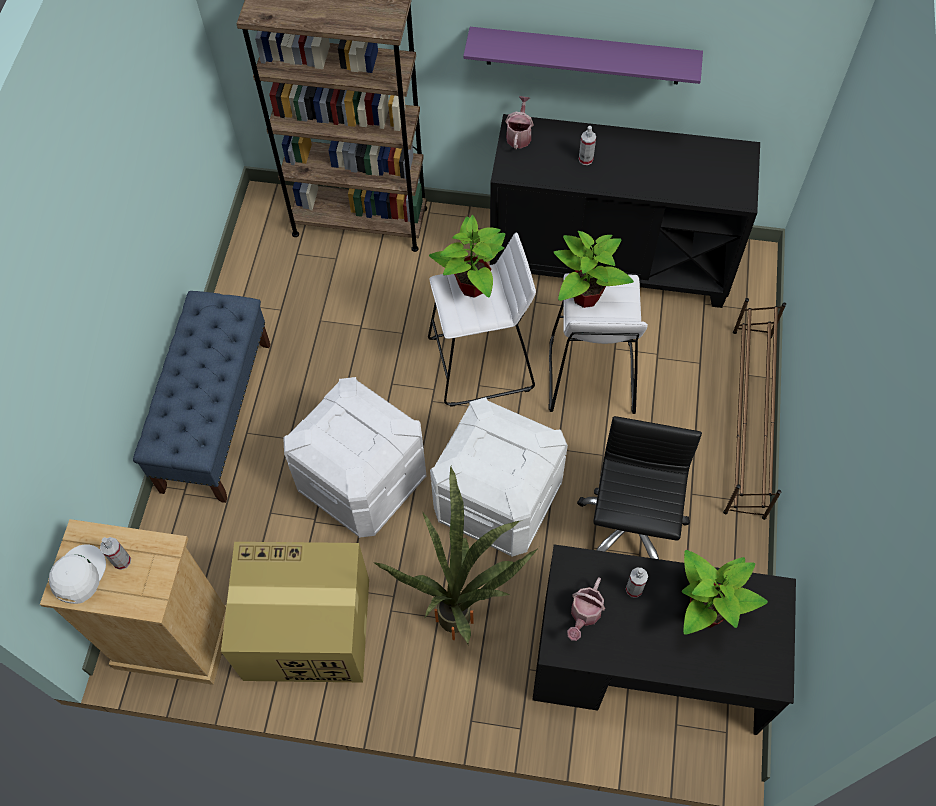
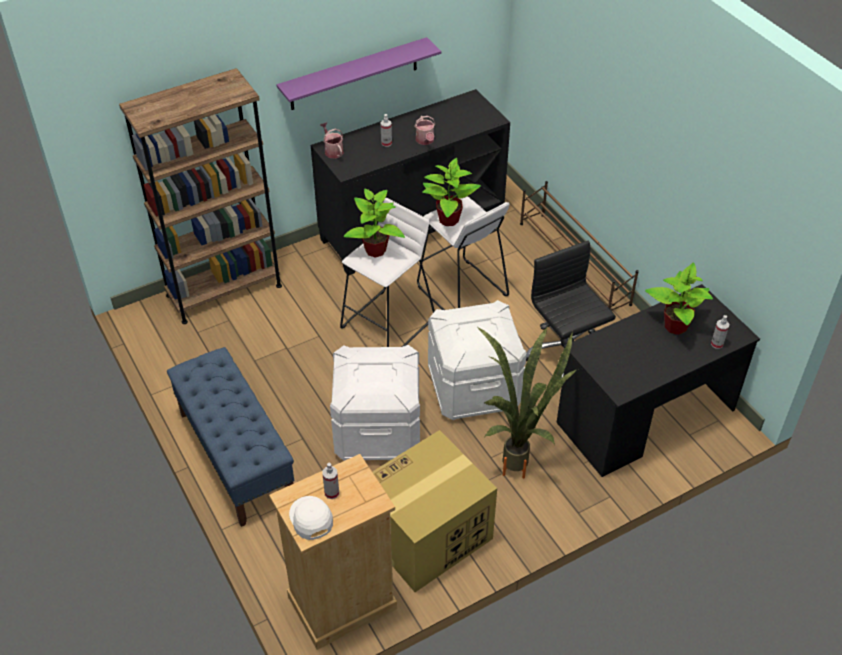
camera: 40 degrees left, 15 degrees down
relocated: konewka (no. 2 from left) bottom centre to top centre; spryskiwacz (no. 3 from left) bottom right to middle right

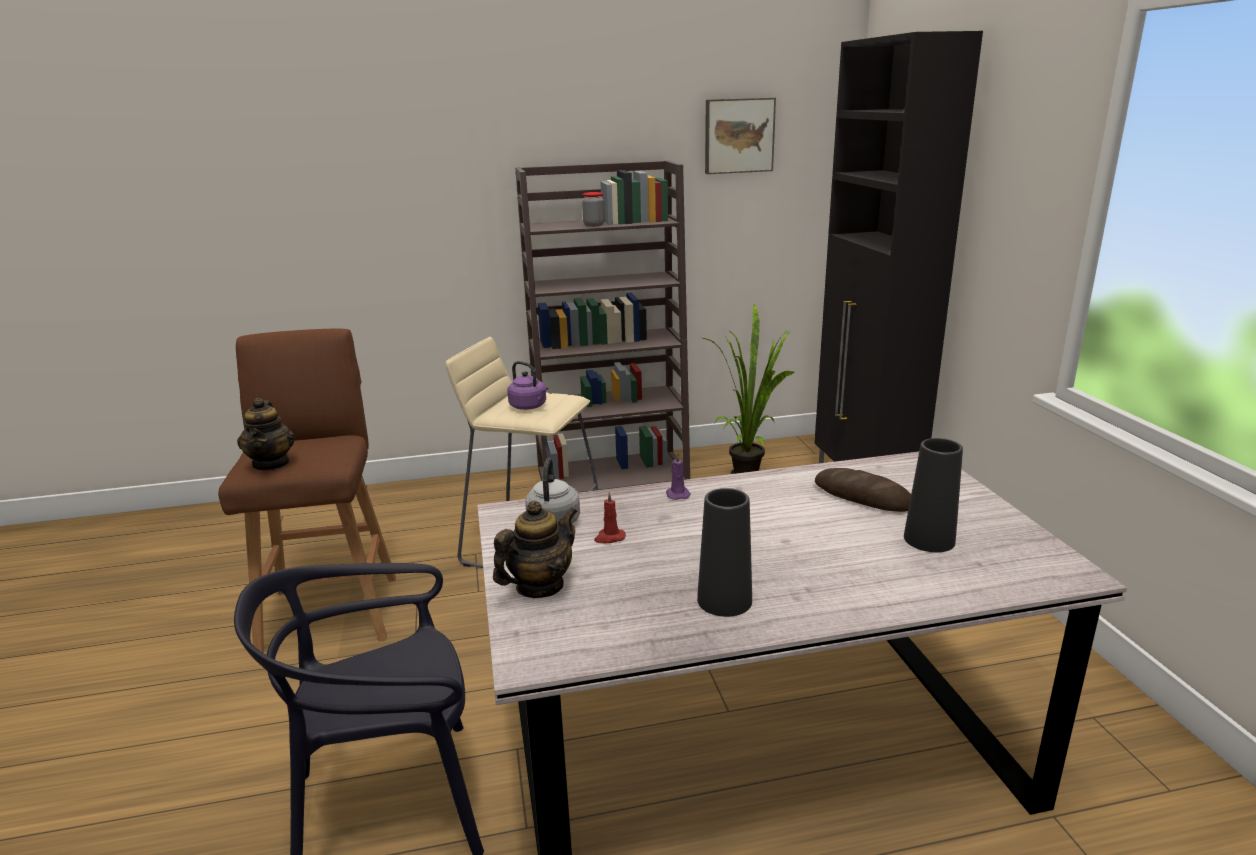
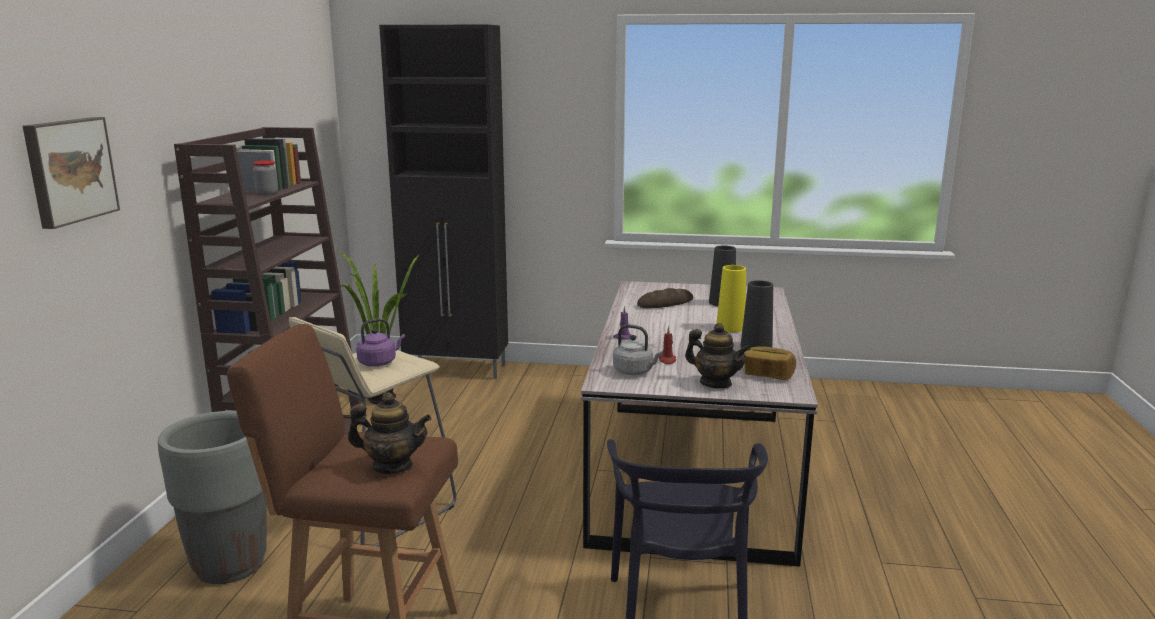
camera: 70 degrees left, 5 degrees down
appeared: donica (szary) bottom left; wazon (żółty) centre; chleb (no. 2 from left) middle right
relocated: obraz top centre to top left
spun: imbryk (no. 2 from left) centre = centre 150 degrees clockwise

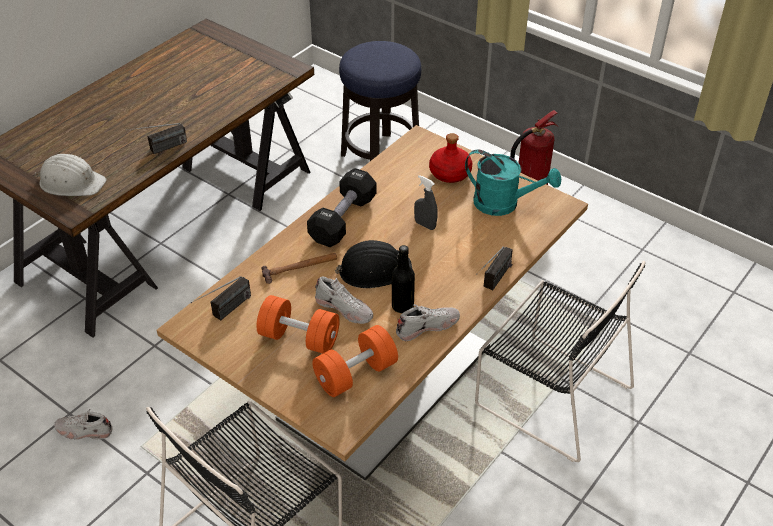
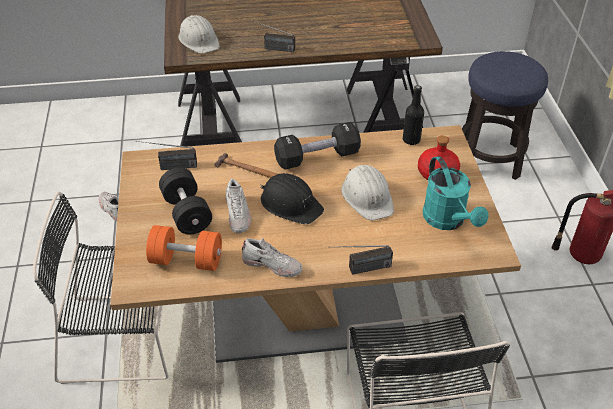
camera: 45 degrees right, 0 degrees up
relocated: butelka (czarny) centre to top right
exchanged: spryskiwacz (szary) centre to kask (biały) (no. 2 from left) centre
colour: hantel (pomarańczowy) (no. 1 from left) centre to hantel (czarny) (no. 1 from left) middle left

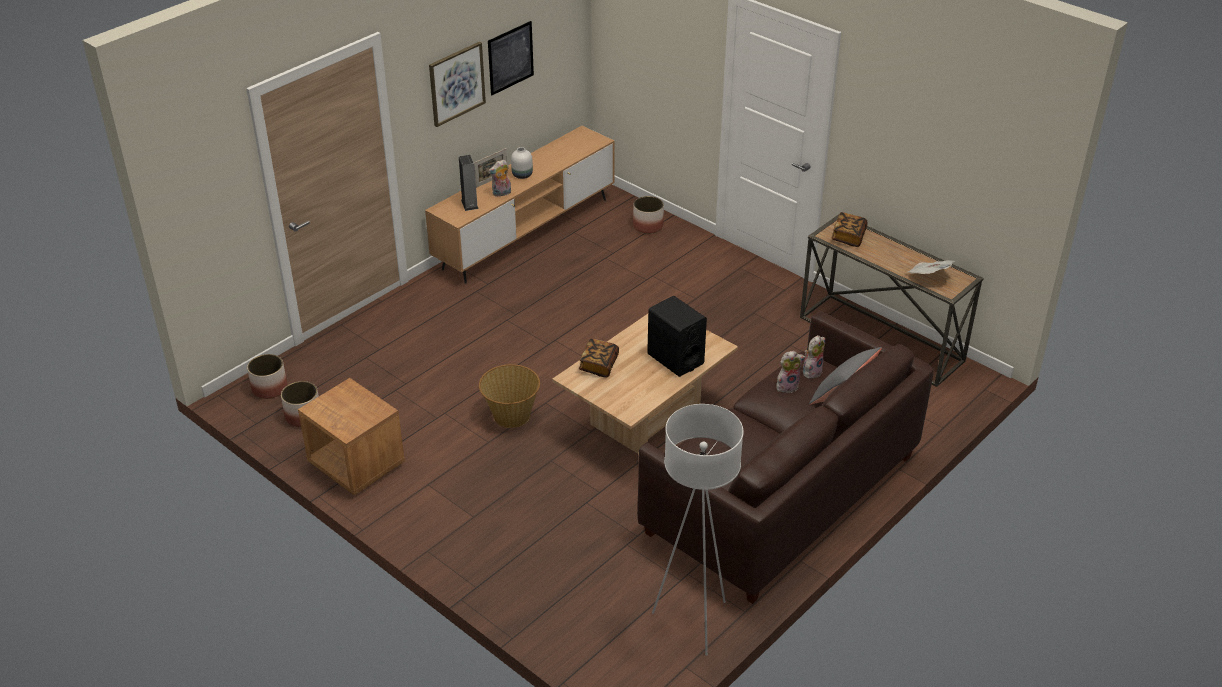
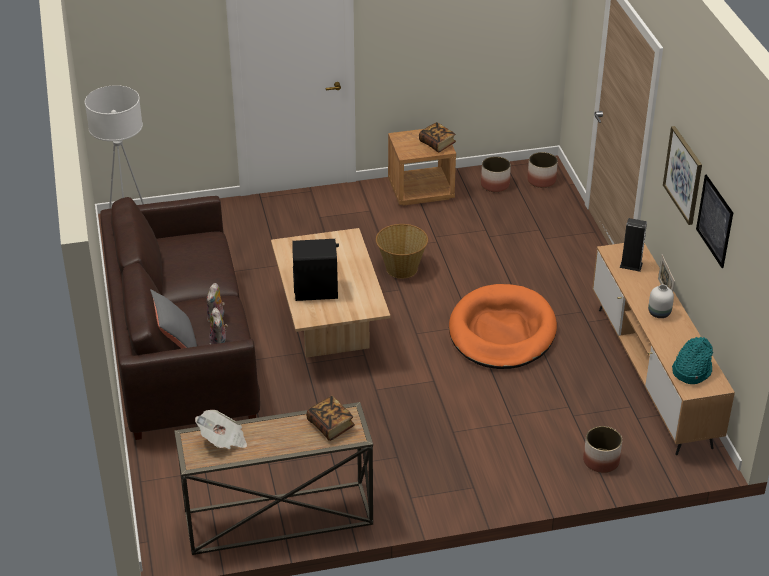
camera: 125 degrees right, 0 degrees up
missing: pluszak (no. 1 from left) top centre
appeared: legowisko (pomarańczowy) centre; kapelusz (turkusowy) middle right
relocated: książka (no. 1 from left in the first image) centre to książka (no. 2 from left) top centre

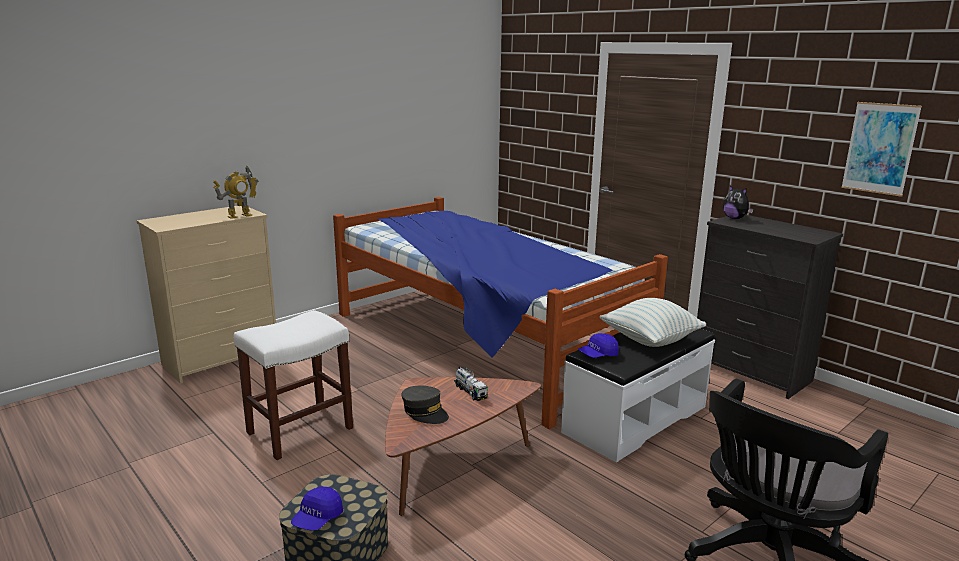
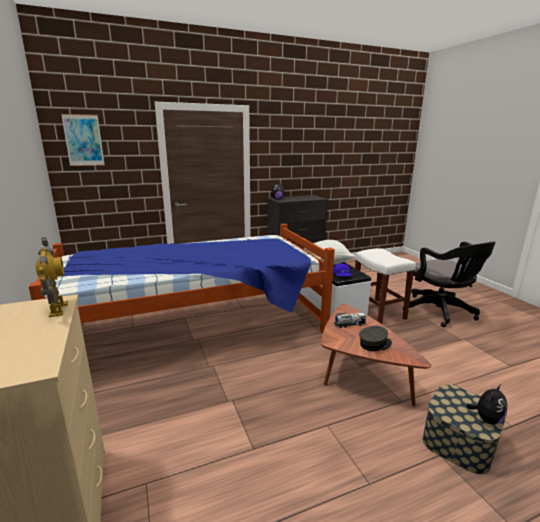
camera: 70 degrees left, 0 degrees up
relocated: stołek (biały) bottom left to middle right; obraz top right to top left
exchanged: czapka z daszkiem (niebieski) (no. 1 from left) bottom left to pluszak (no. 2 from left) bottom right

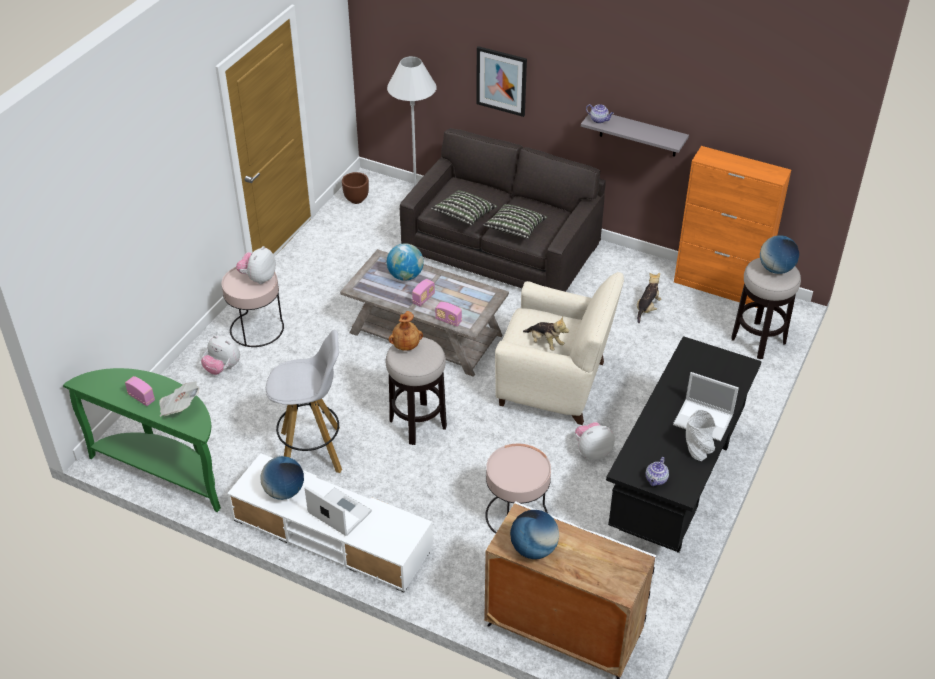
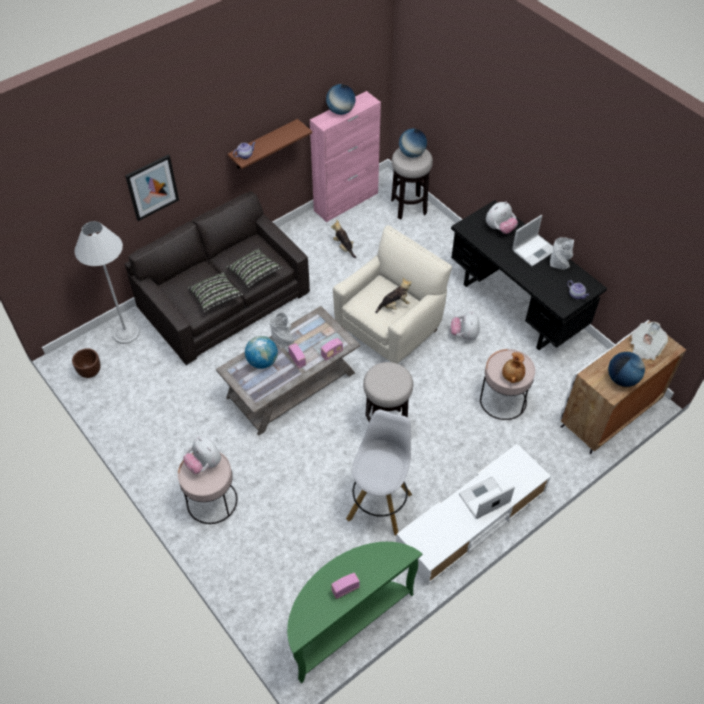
camera: 65 degrees left, 10 degrees up
appeared: wazon (szary) (no. 1 from left) centre
relocated: gazeta middle left to middle right; pluszak (no. 1 from left in the first image) middle left to pluszak (no. 5 from left) top right; globus (no. 1 from left in the first image) bottom left to globus (no. 2 from left) top centre; wazon (brązowy) centre to middle right
colour: półka (szary) top right to półka (brązowy) top centre; szafka (pomarańczowy) middle right to szafka (różowy) top centre

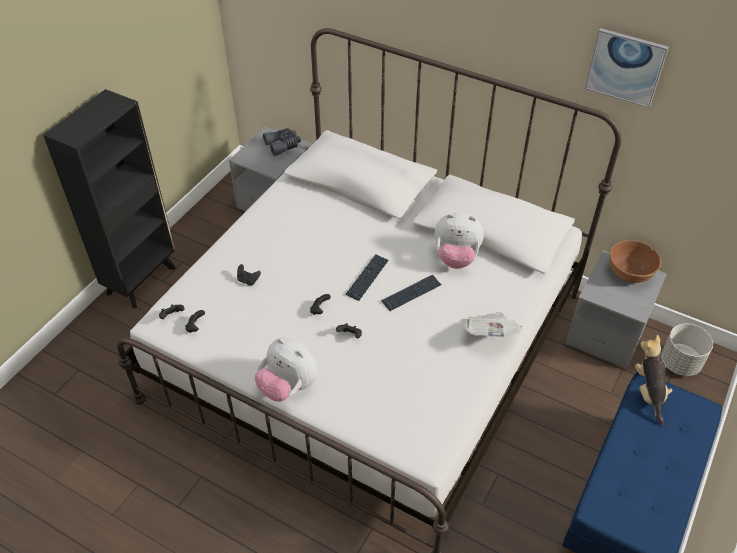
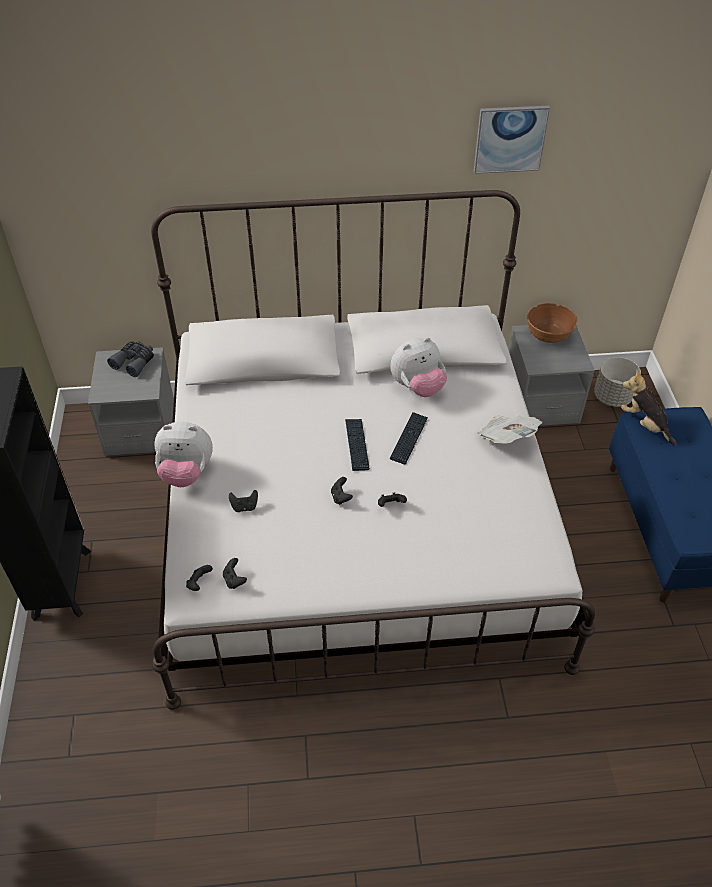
camera: 35 degrees left, 0 degrees up
relocated: pluszak (no. 1 from left) bottom centre to middle left

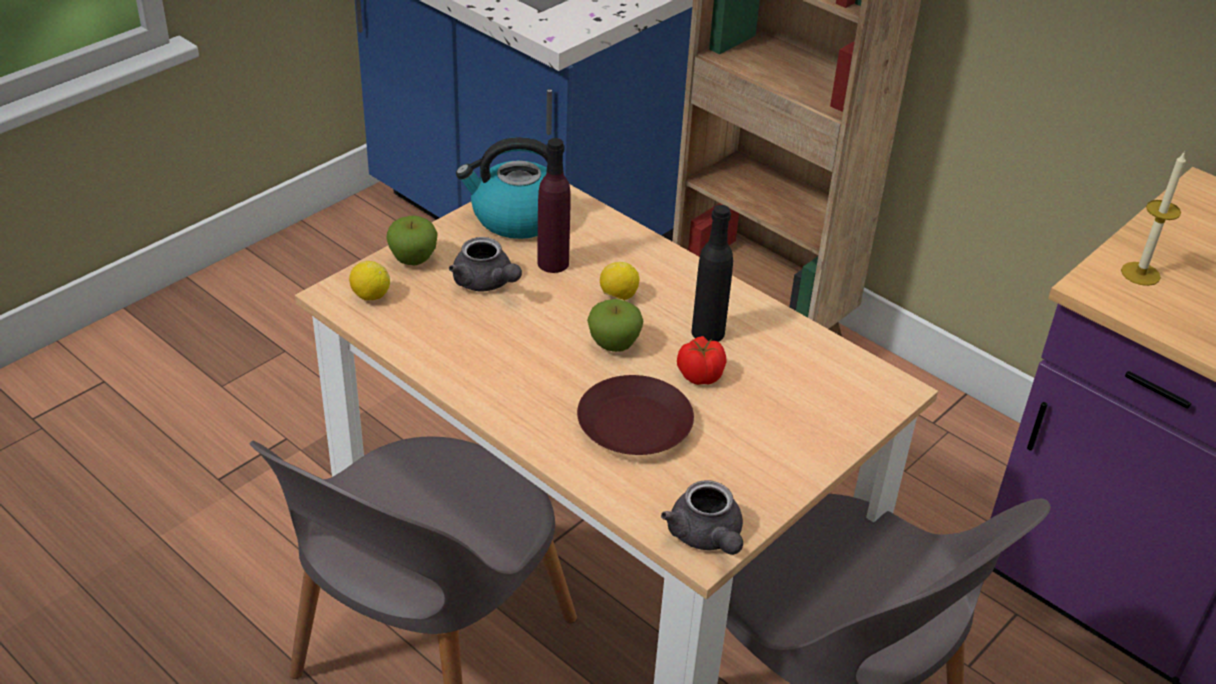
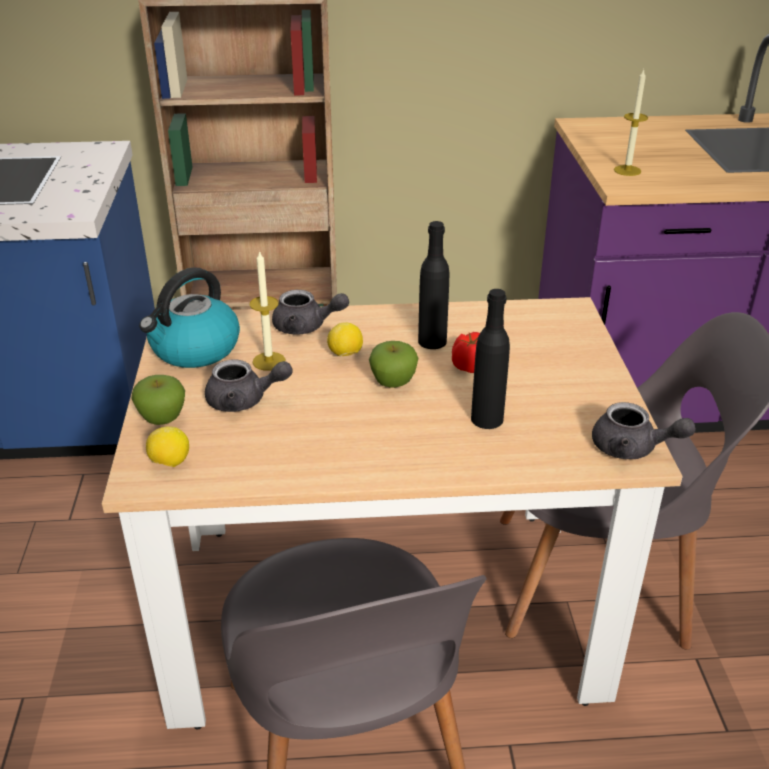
camera: 45 degrees left, 5 degrees down
appeared: imbryk (szary) (no. 2 from left) centre
exchanged: butelka (fioletowy) top centre to świeca (no. 1 from left) centre; talerz (brązowy) centre to butelka (czarny) (no. 2 from left) centre

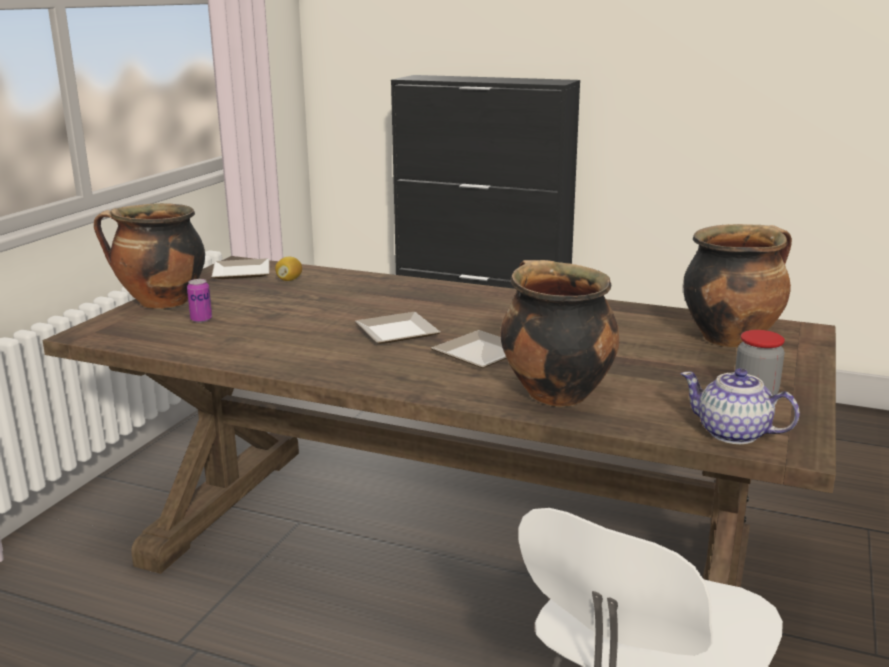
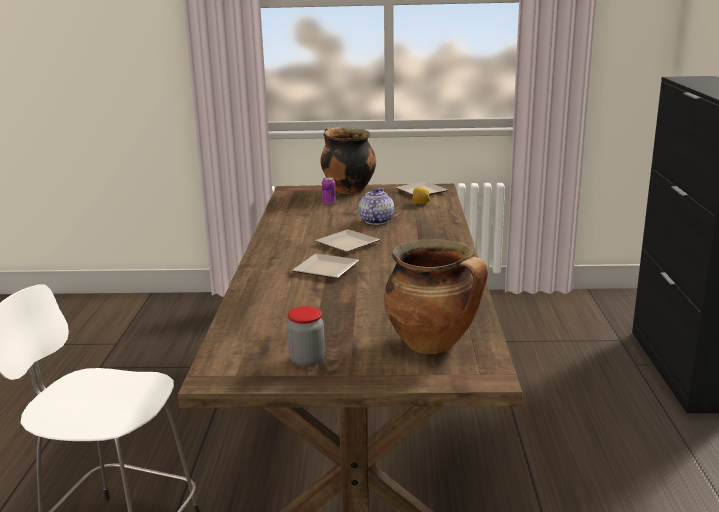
camera: 70 degrees right, 0 degrees up
missing: garnek (no. 2 from left) centre
relocated: imbryk middle right to centre

